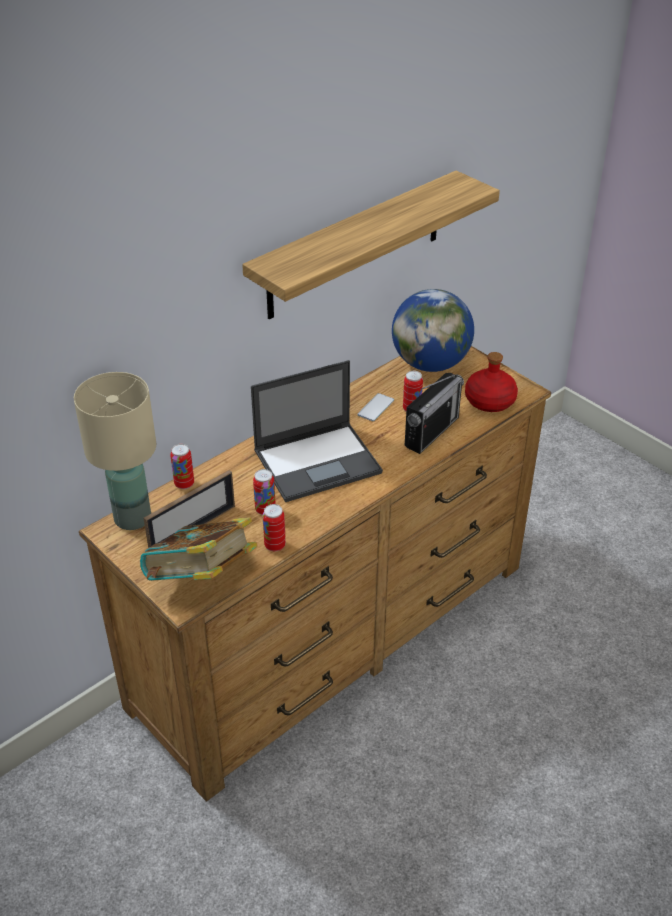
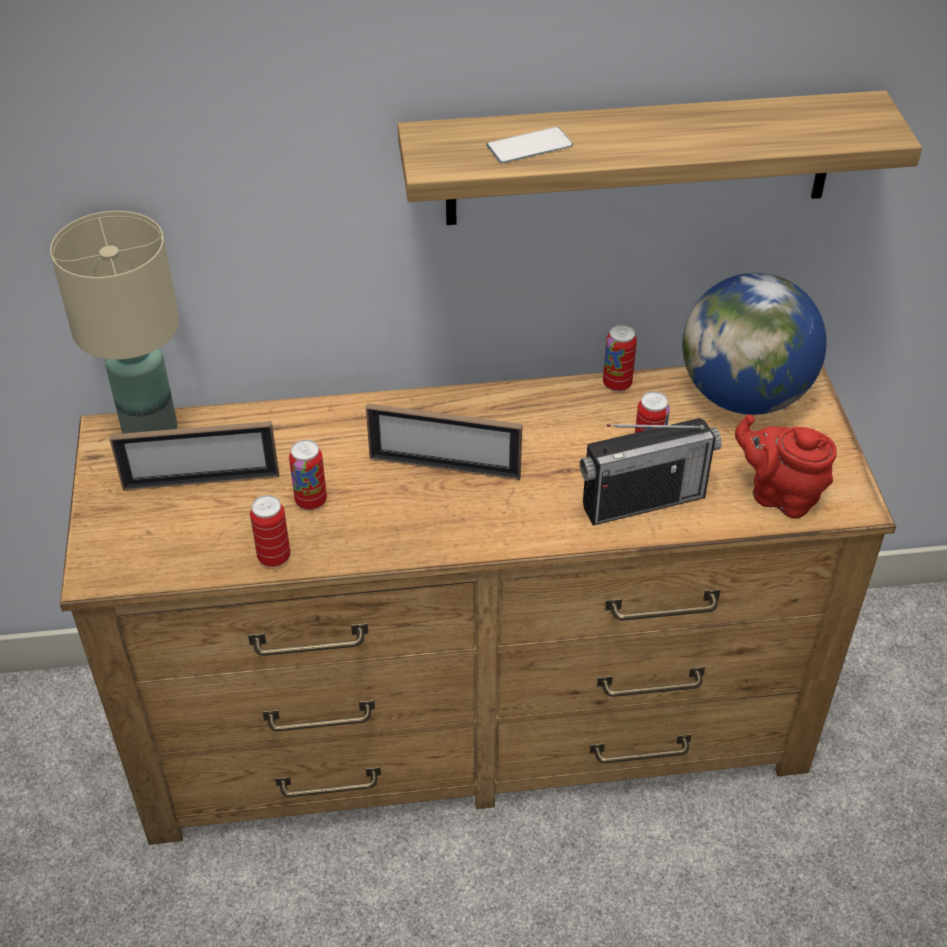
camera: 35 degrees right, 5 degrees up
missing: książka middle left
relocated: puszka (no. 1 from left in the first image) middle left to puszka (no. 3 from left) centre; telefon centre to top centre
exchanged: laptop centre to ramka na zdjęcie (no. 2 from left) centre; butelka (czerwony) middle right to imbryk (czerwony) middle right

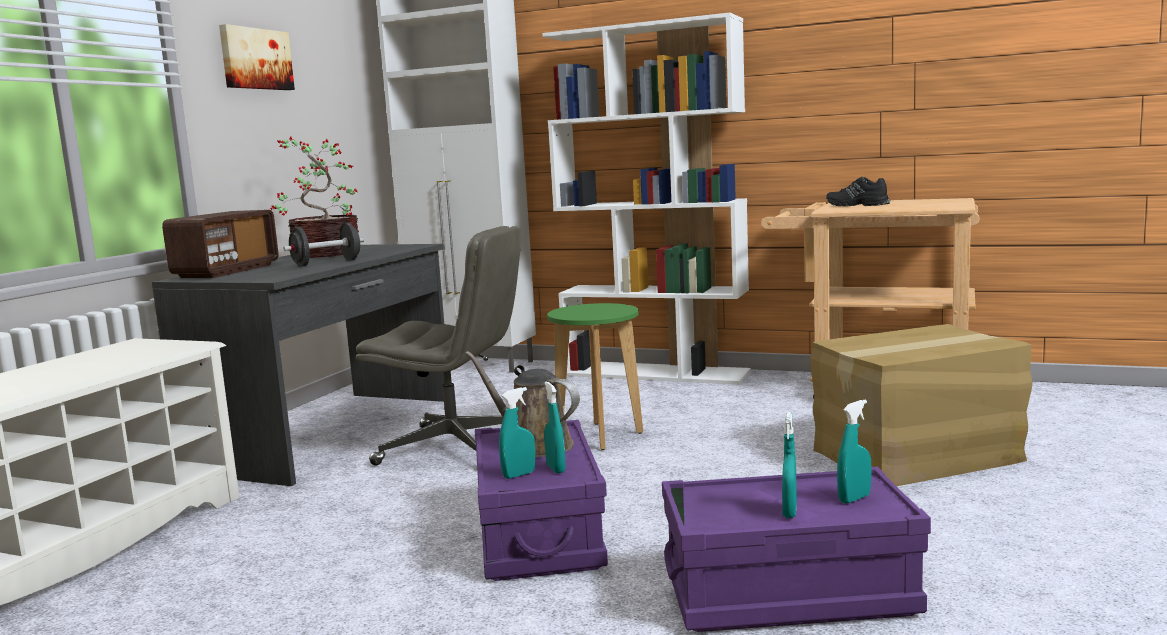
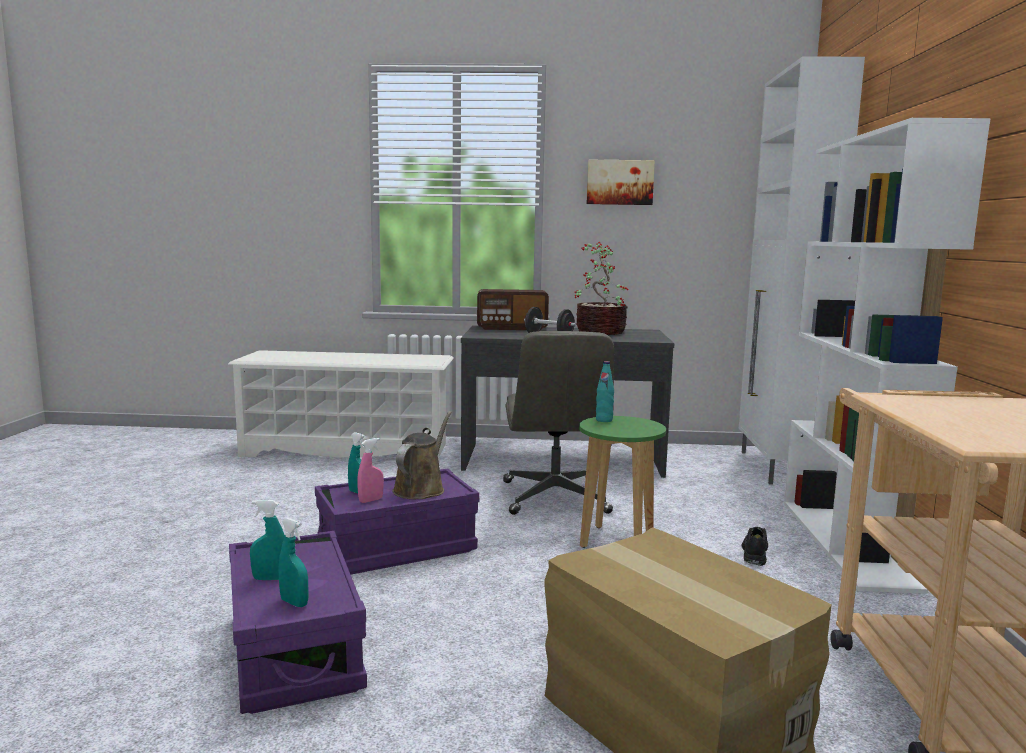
camera: 70 degrees right, 0 degrees up
appeared: butelka (turkusowy) centre
relocated: but (czarny) top right to bottom right
colour: spryskiwacz (turkusowy) (no. 2 from left) bottom centre to spryskiwacz (różowy) centre

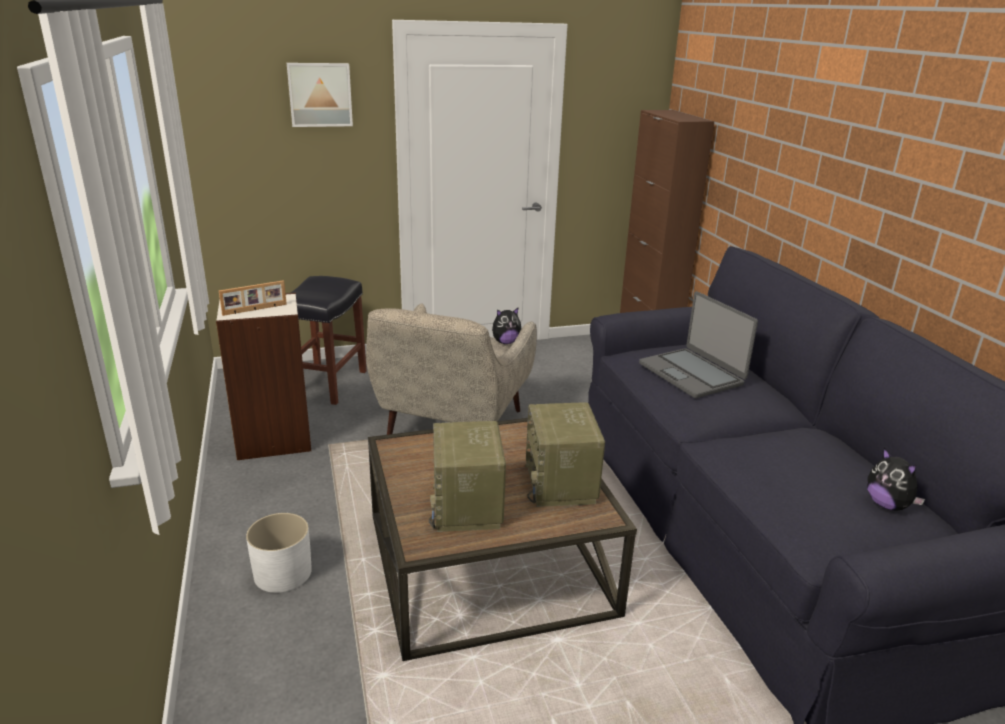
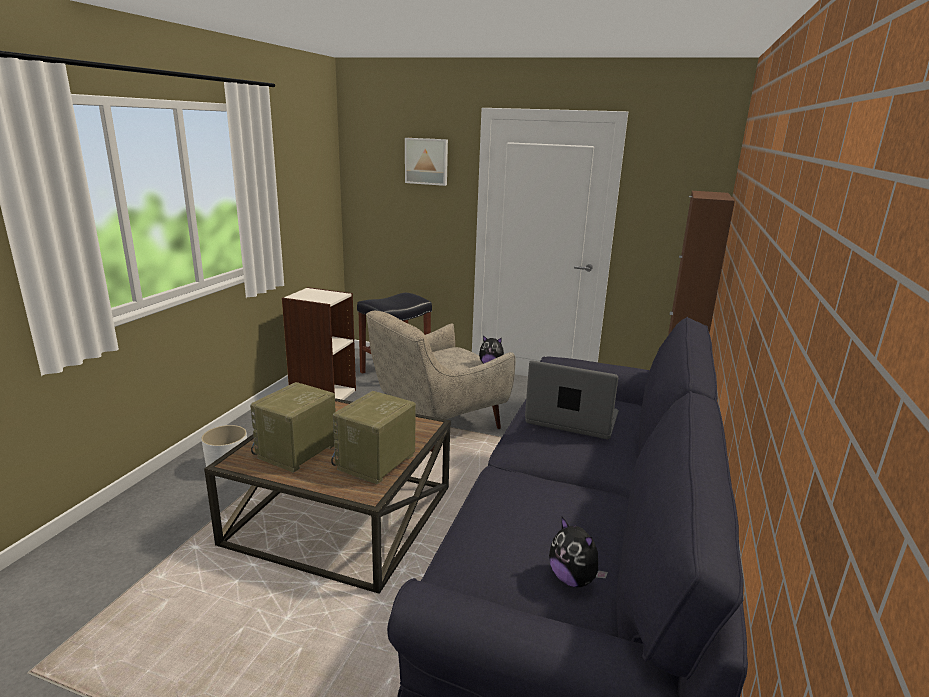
camera: 35 degrees right, 5 degrees down
missing: ramka na zdjęcie middle left
spun: laptop middle right = centre 105 degrees clockwise; pluszak (no. 2 from left) middle right = bottom centre 45 degrees counterclockwise

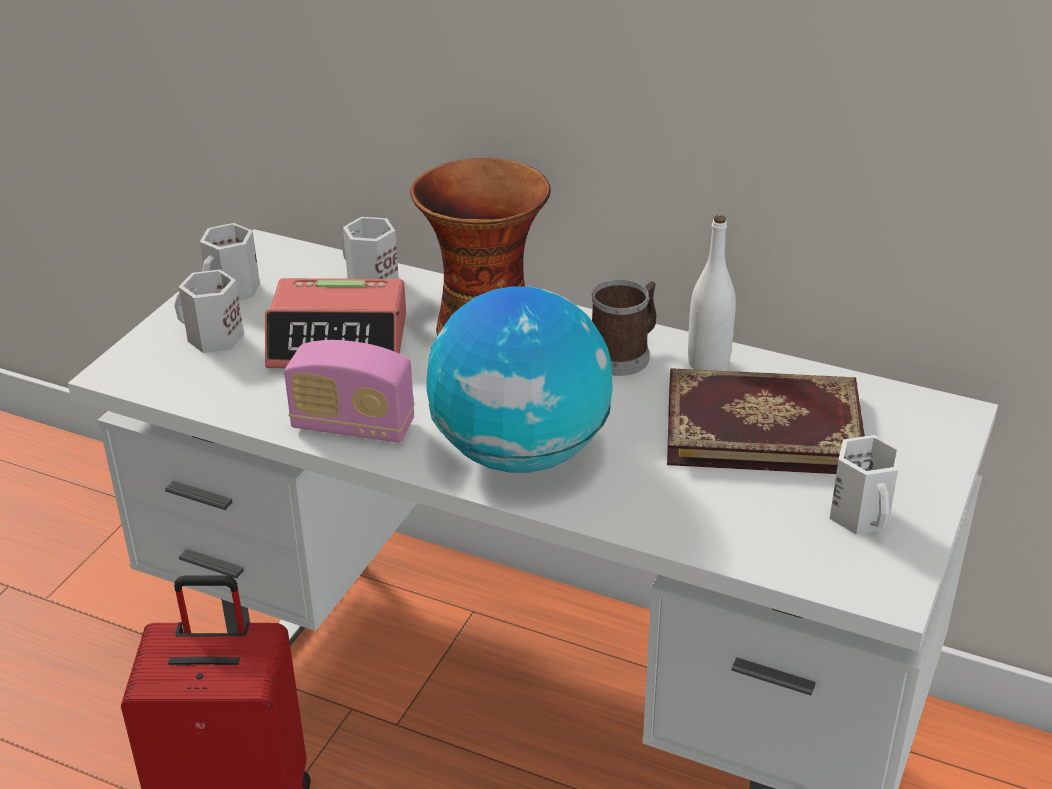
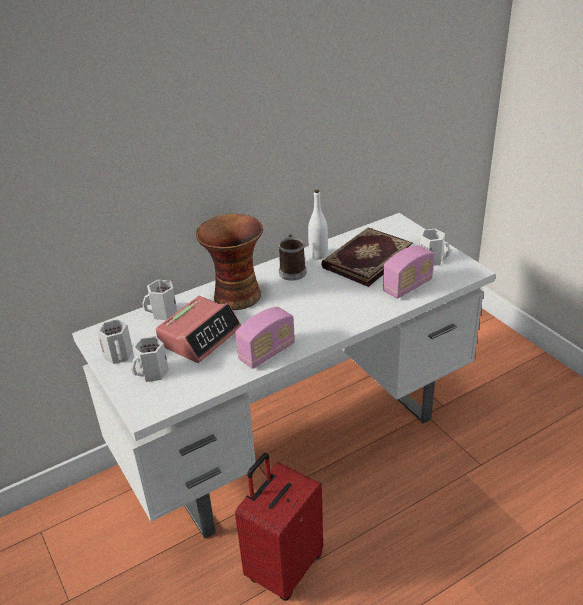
camera: 55 degrees left, 0 degrees up
missing: globus centre
appeared: radio (no. 2 from left) middle right

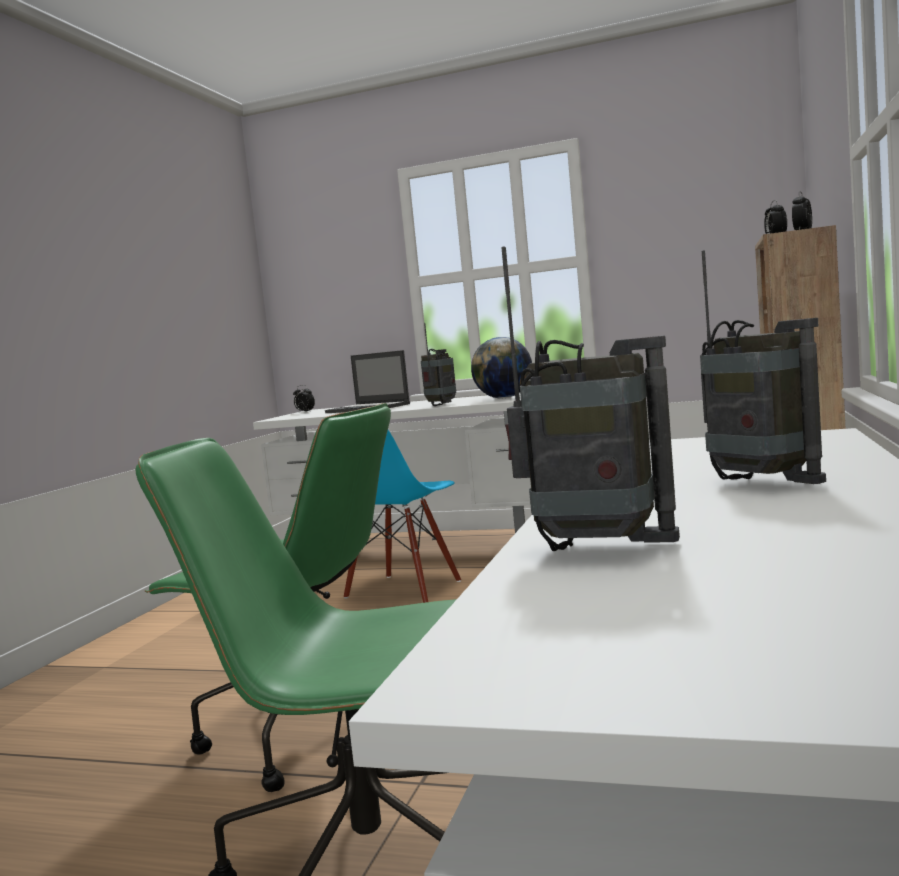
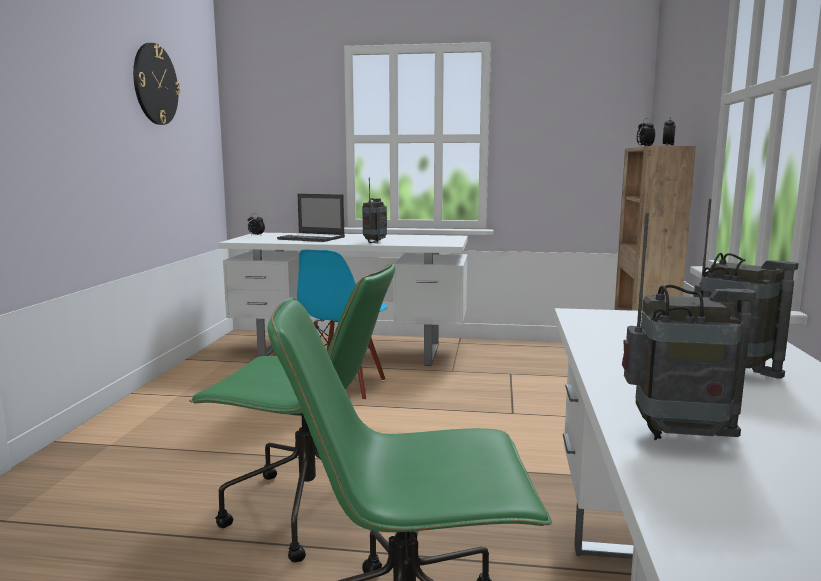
camera: 10 degrees left, 5 degrees up
missing: globus centre
appeared: zegar ścienny top left

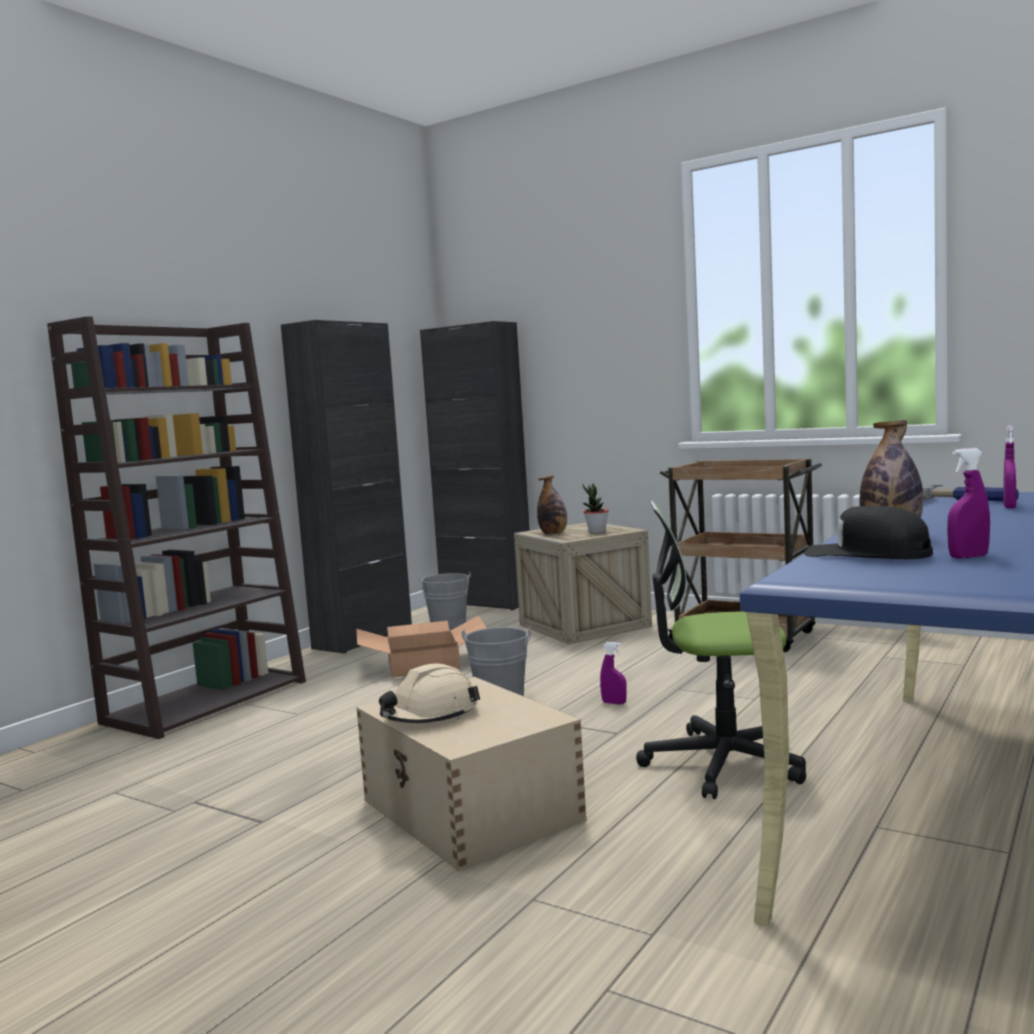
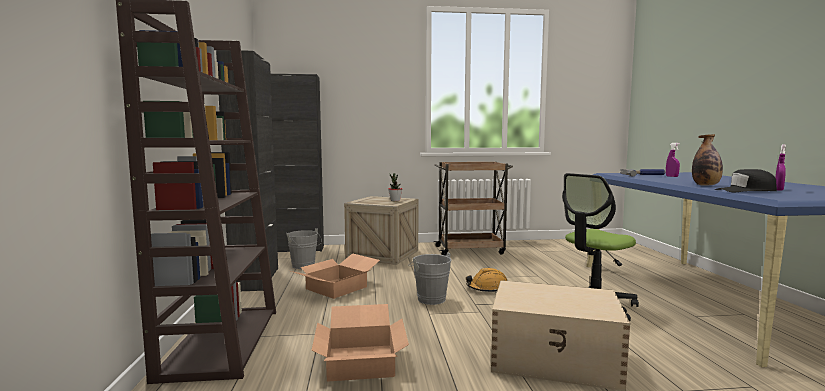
camera: 40 degrees left, 0 degrees up
missing: kask (beżowy) bottom centre; butelka (no. 1 from left) centre
appeared: karton (no. 2 from left) bottom centre
exchanged: spryskiwacz (fioletowy) (no. 1 from left) centre to kask (pomarańczowy) bottom centre

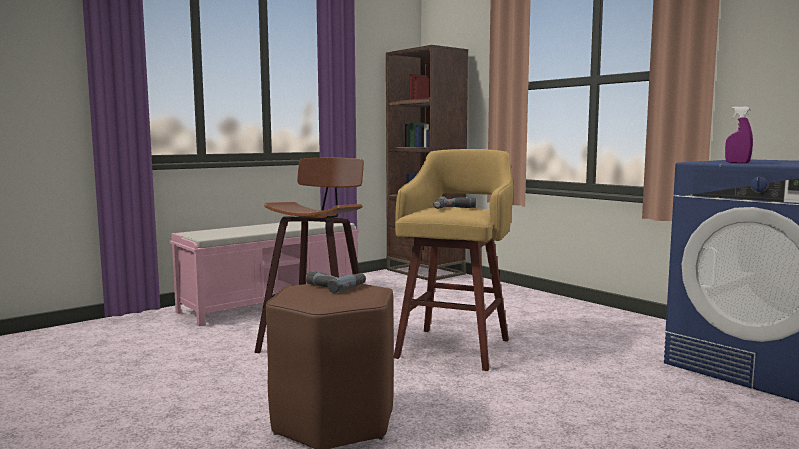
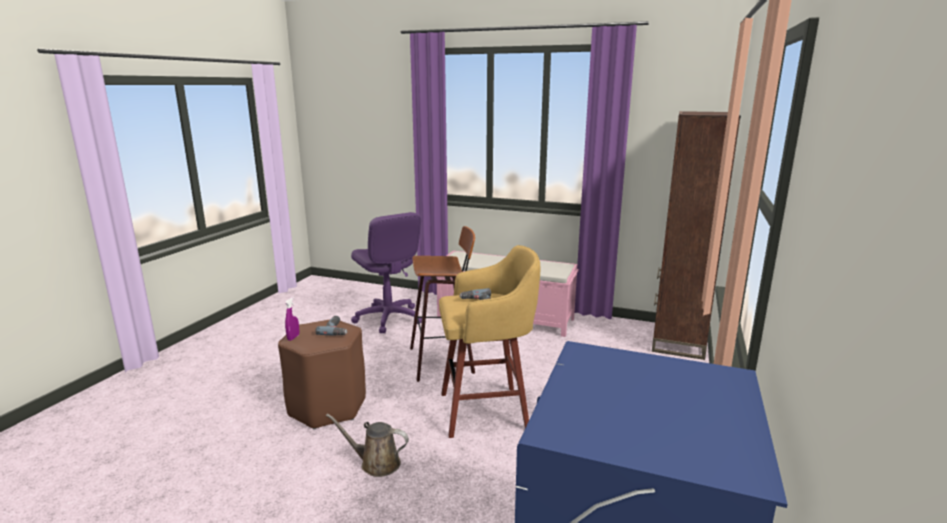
camera: 60 degrees right, 10 degrees up
appeared: konewka (brązowy) bottom centre; krzesło biurowe (fioletowy) centre
relocated: spryskiwacz (fioletowy) top right to middle left

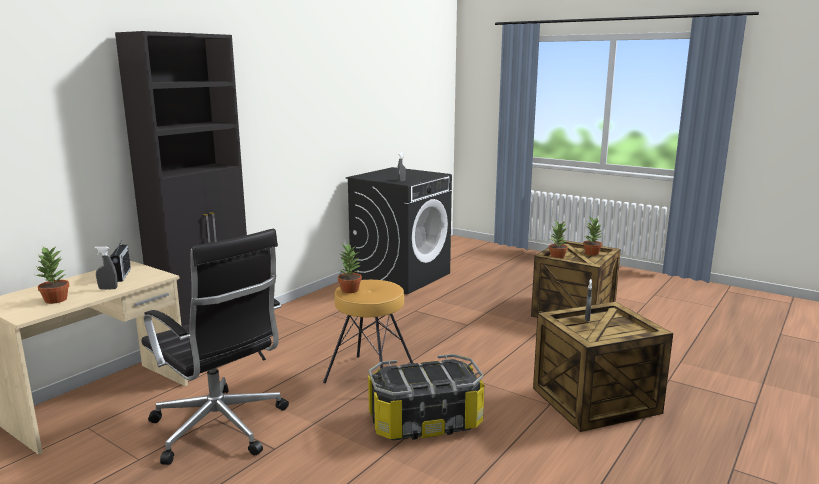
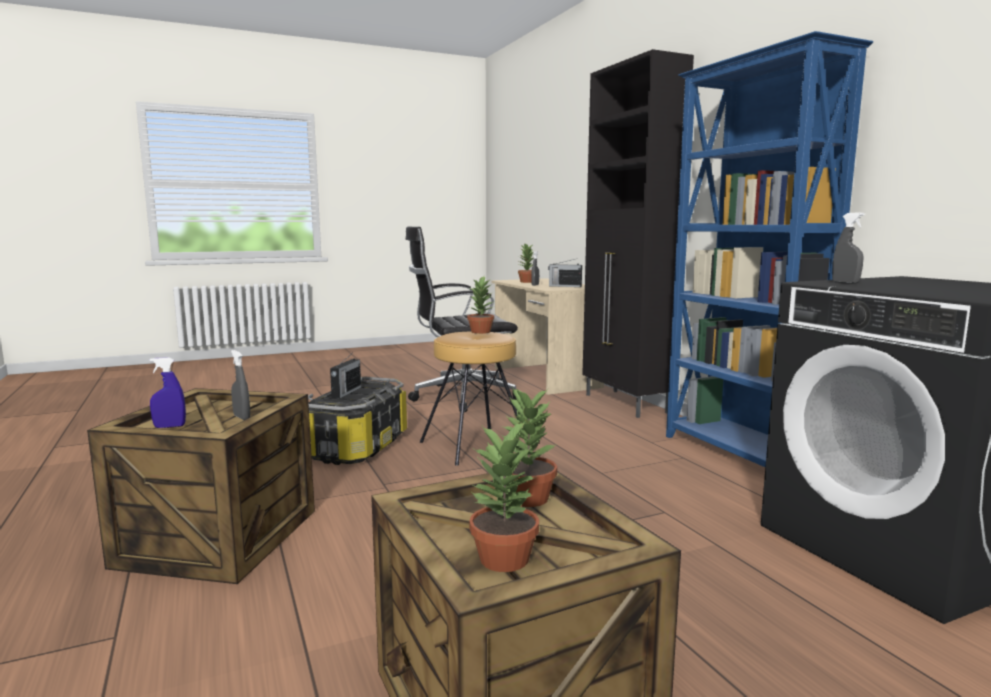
camera: 120 degrees right, 5 degrees down
appeared: spryskiwacz (niebieski) middle left; radio (no. 1 from left) centre; regał (niebieski) middle right

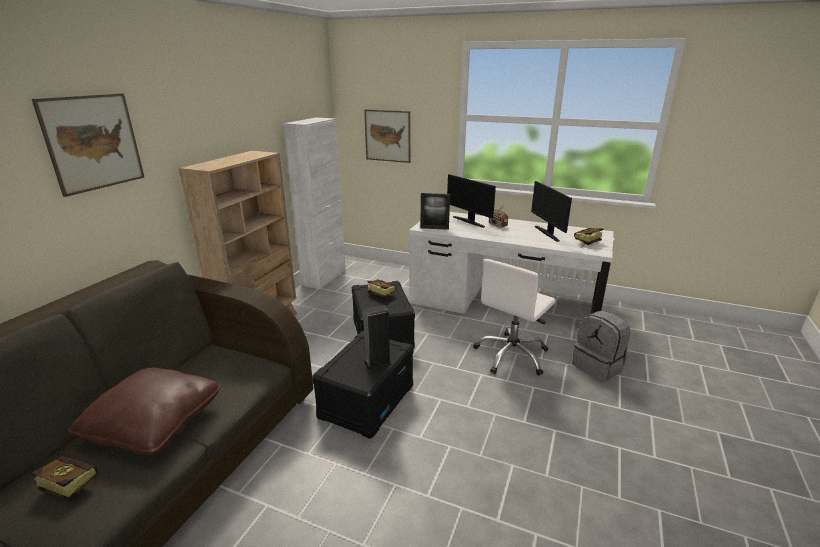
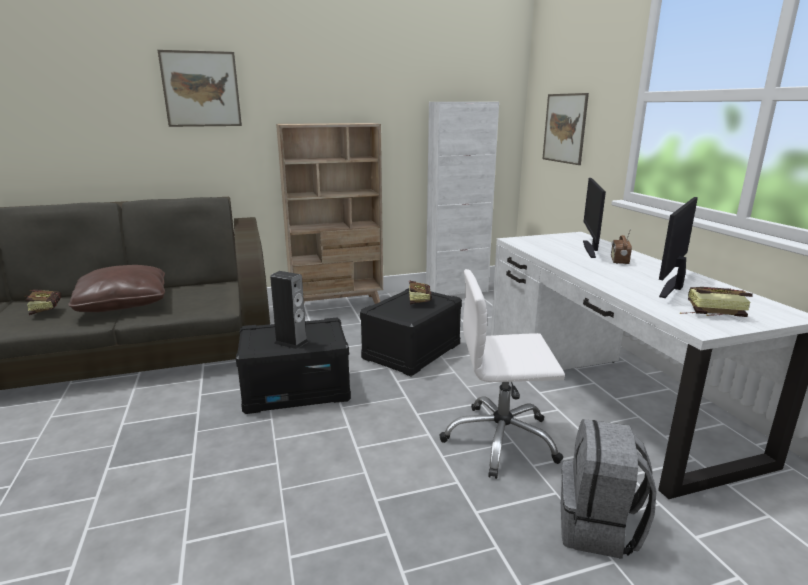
camera: 50 degrees right, 5 degrees down
missing: ramka na zdjęcie centre

